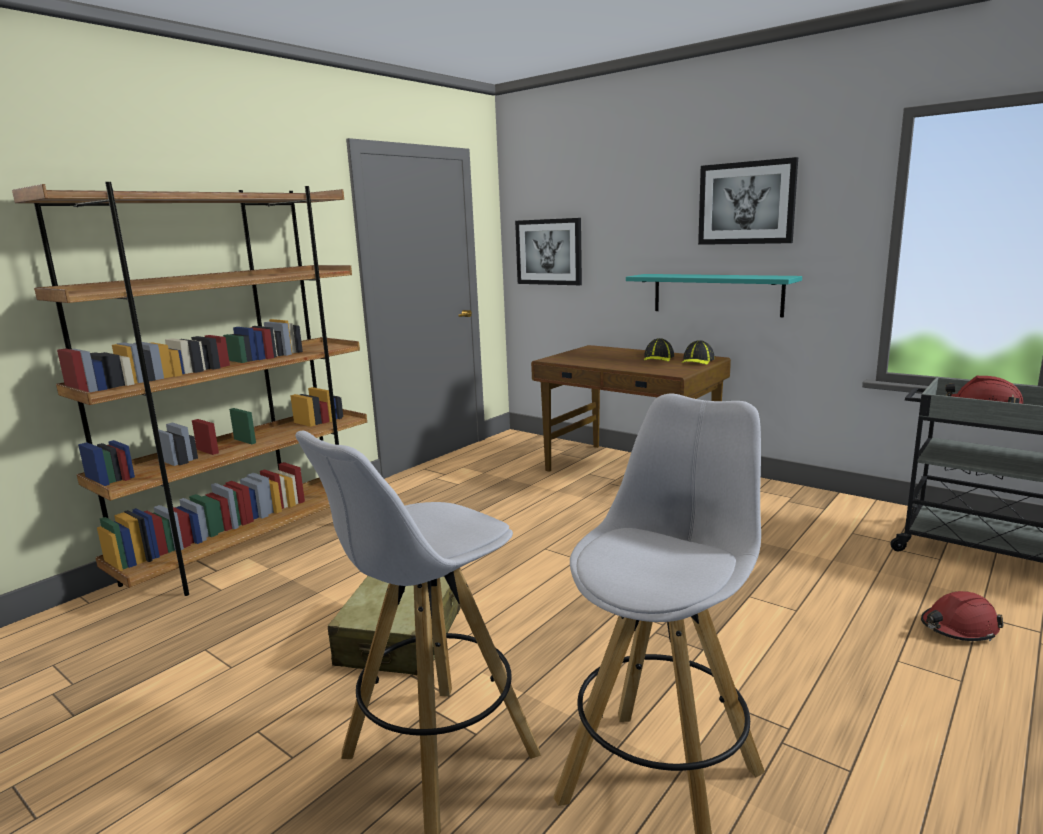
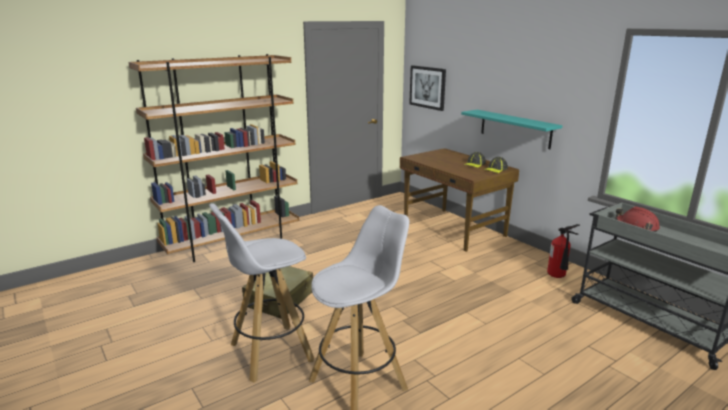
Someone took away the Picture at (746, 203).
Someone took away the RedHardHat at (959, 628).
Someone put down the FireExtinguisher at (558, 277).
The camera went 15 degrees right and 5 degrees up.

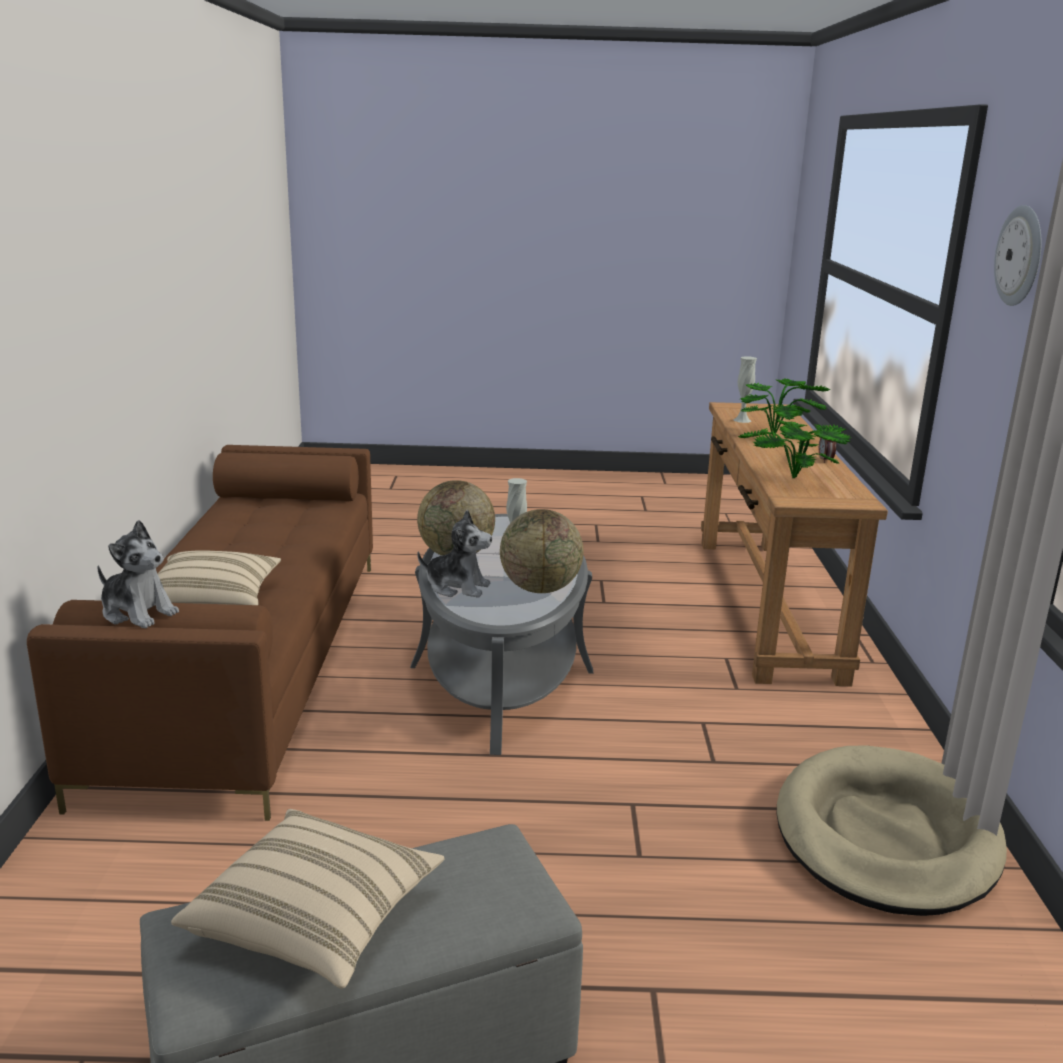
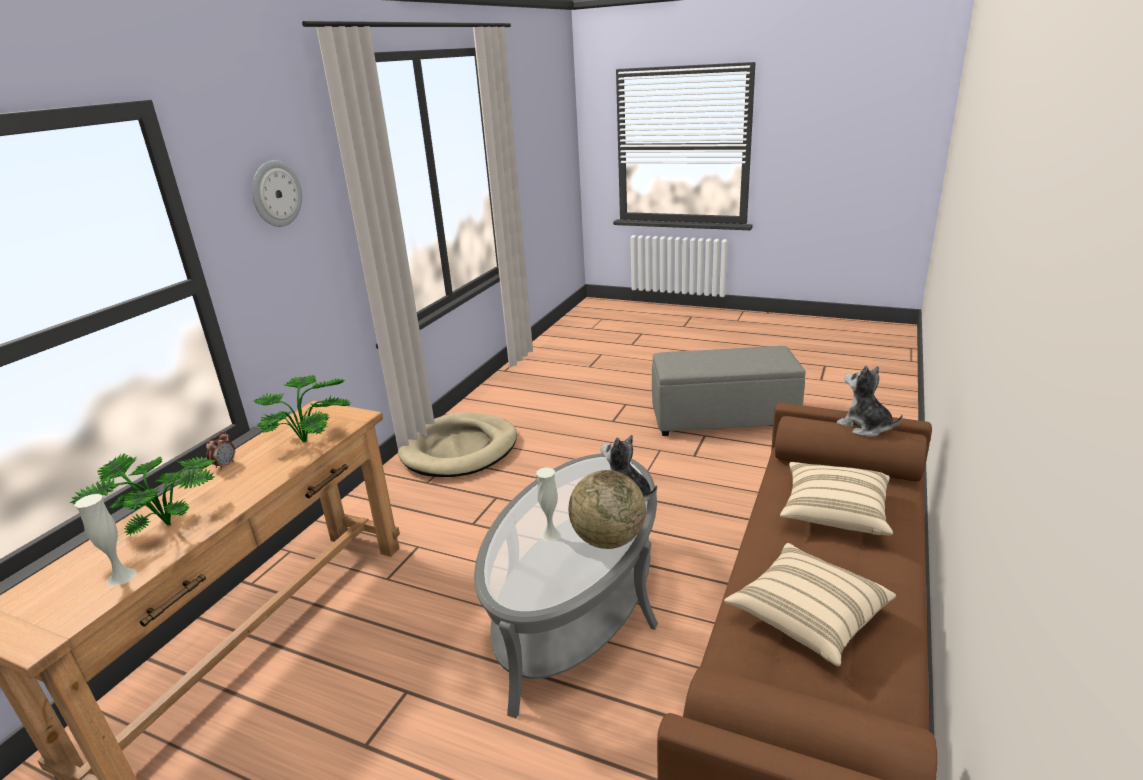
Someone carried the BeigePillow from (315, 922) to (807, 617).
Someone took away the Globe at (540, 589).
The camera went 155 degrees left and 5 degrees up.

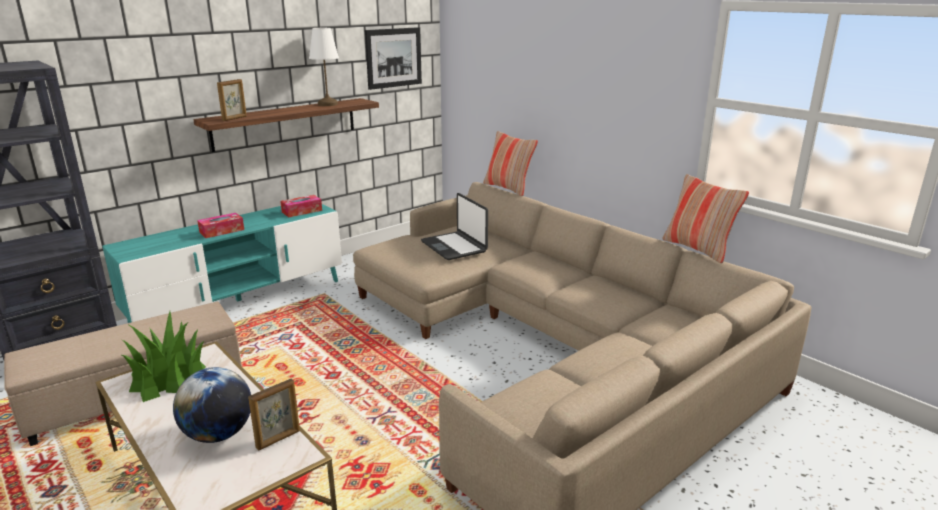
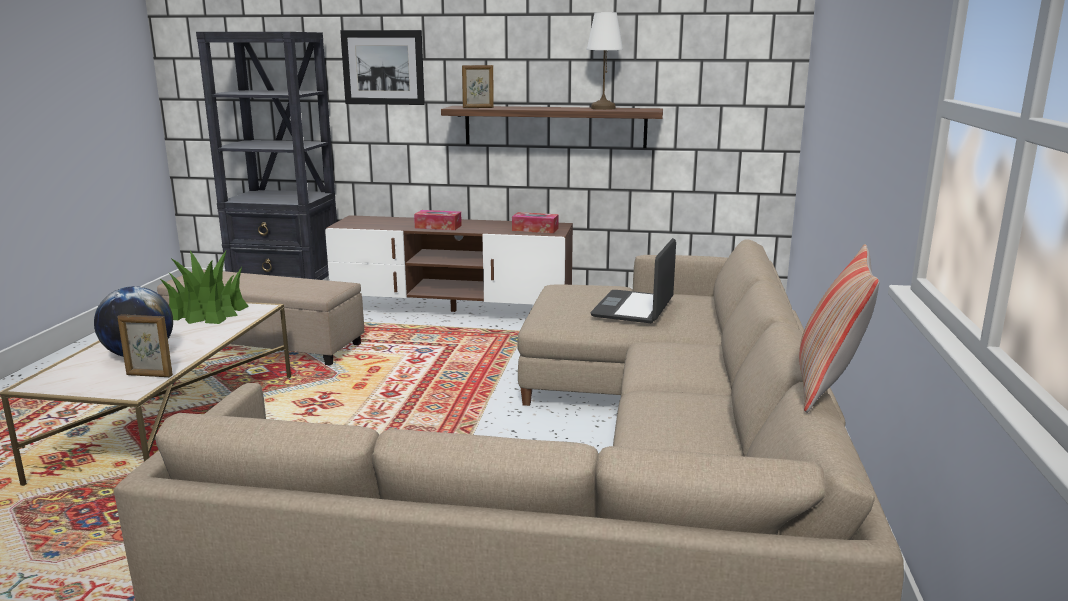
Someone repainted the TurquoiseTvStand at (239, 301), which became the BrownTvStand at (453, 311).
Someone carried the Picture from (393, 58) to (383, 67).
Someone took away the Pillow at (508, 188).
The camera went 50 degrees right and 5 degrees down.

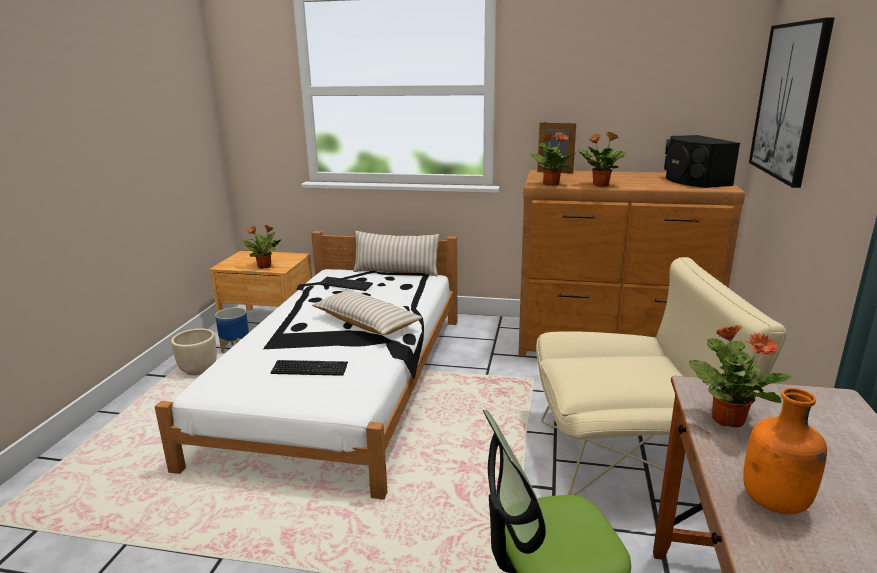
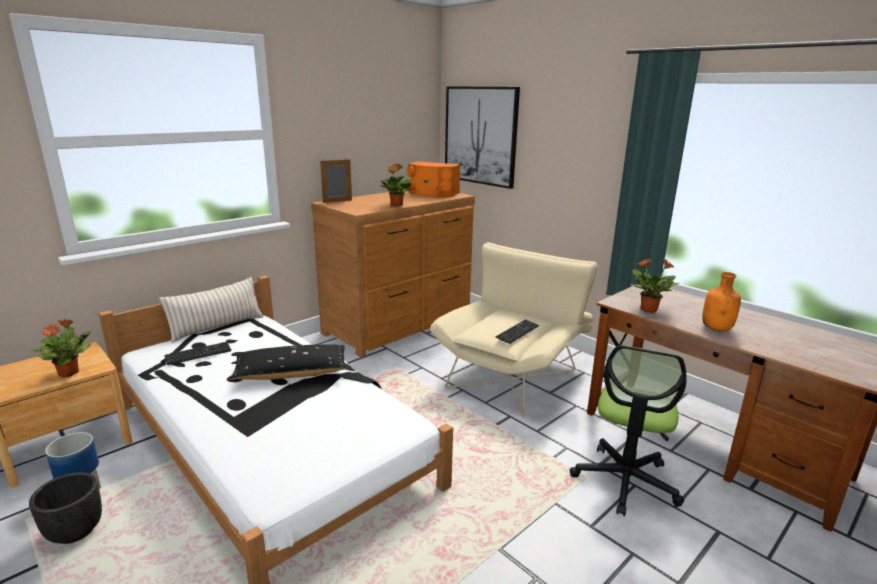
Someone repainted the BeigePlanter at (198, 370), which became the BlackPlanter at (76, 532).
Someone carried the Keyboard from (309, 369) to (517, 332).
Someone repainted the BeigePillow at (366, 323), which became the BlackPillow at (292, 372).
Someone took away the PottedPlant at (550, 184).
Someone repainted the BlackSpeaker at (693, 181), which became the OrangeSpeaker at (432, 193).
The camera went 55 degrees left and 0 degrees up.

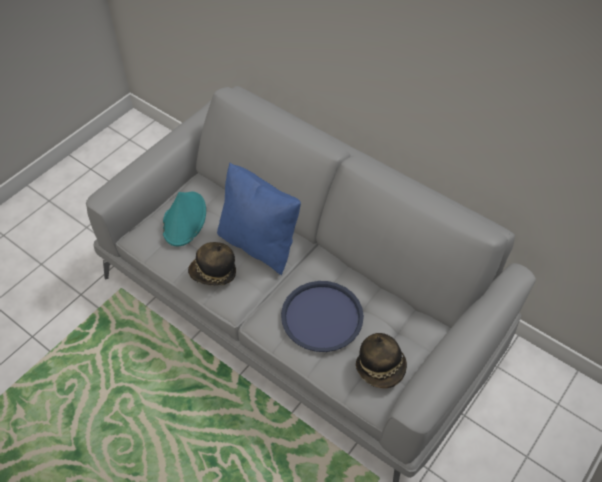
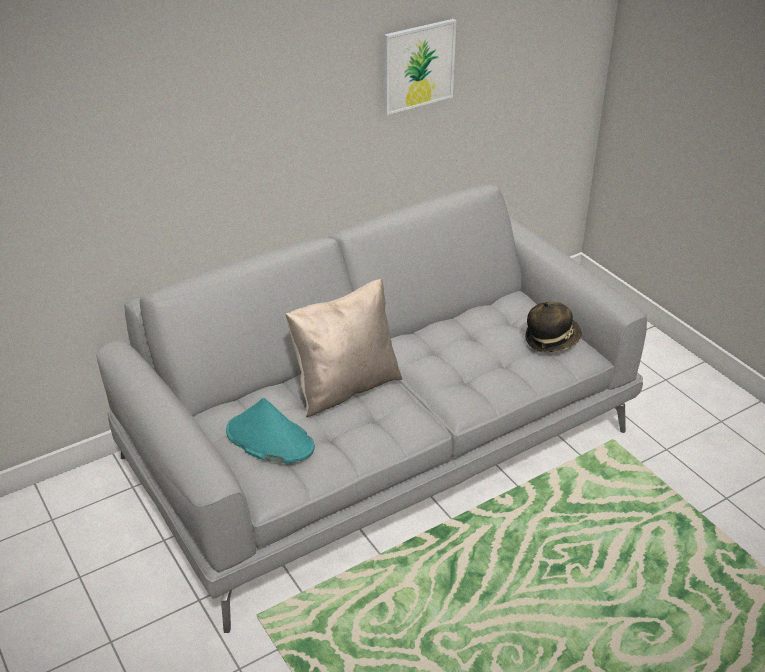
Someone took away the Hat at (213, 273).
Someone repainted the BluePillow at (259, 243), which became the BeigePillow at (345, 387).
Someone took away the BlueTray at (322, 316).
Someone put up the Picture at (418, 66).
The camera went 70 degrees left and 15 degrees down.

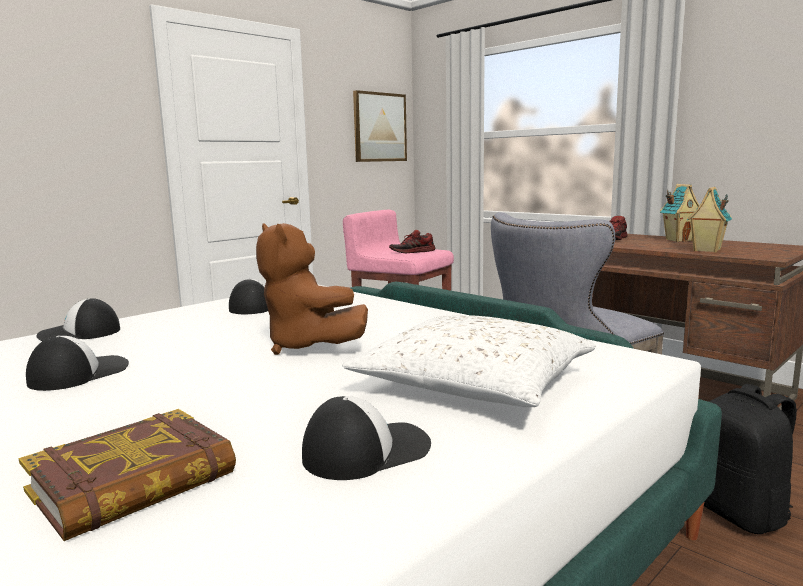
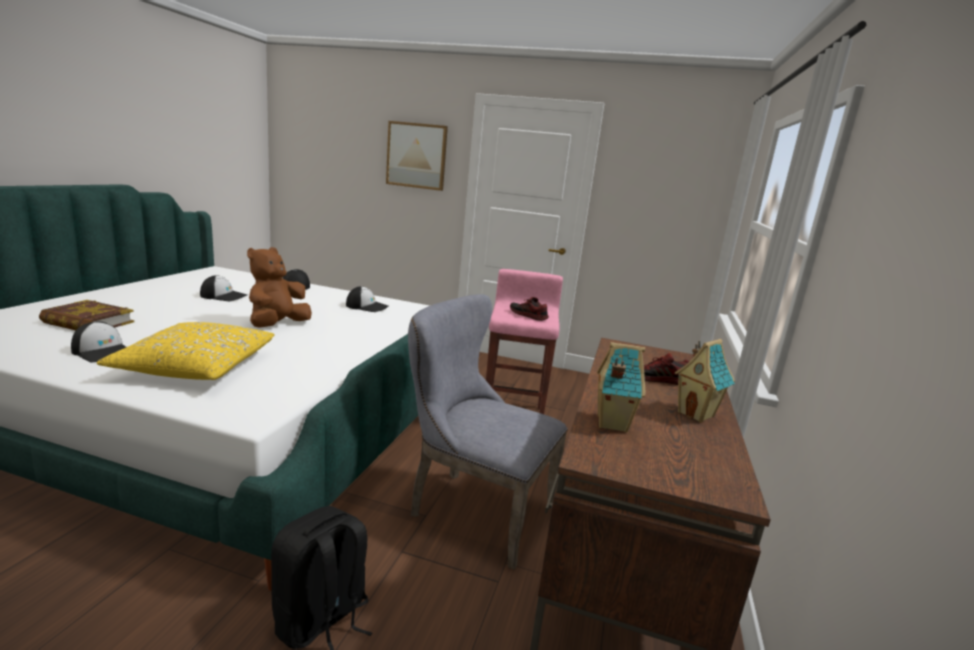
Someone repainted the WhitePillow at (472, 386), which became the YellowPillow at (196, 366).
Someone carried the Picture from (379, 127) to (416, 155).
The camera went 60 degrees right and 5 degrees up.

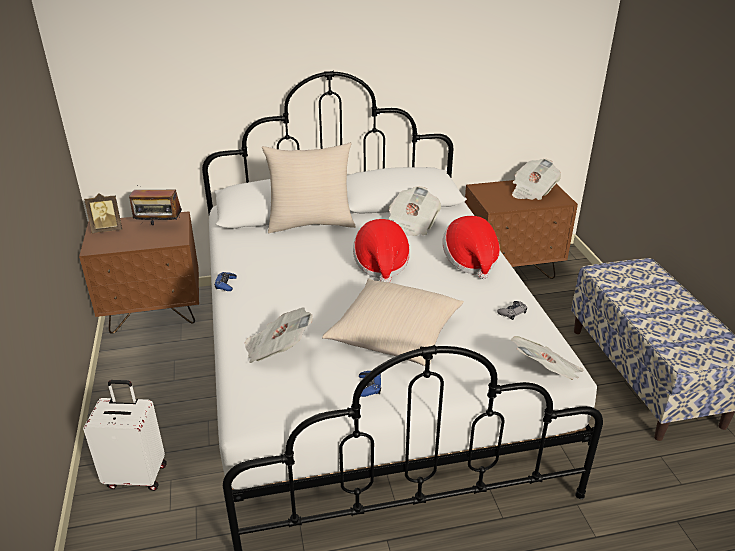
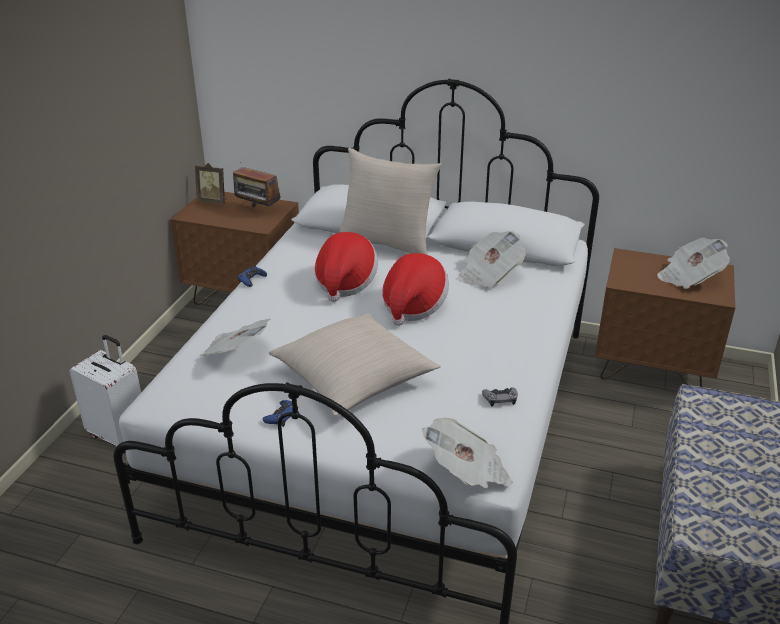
Someone carried the Hat from (470, 261) to (345, 283).
The camera went 30 degrees right and 0 degrees up.

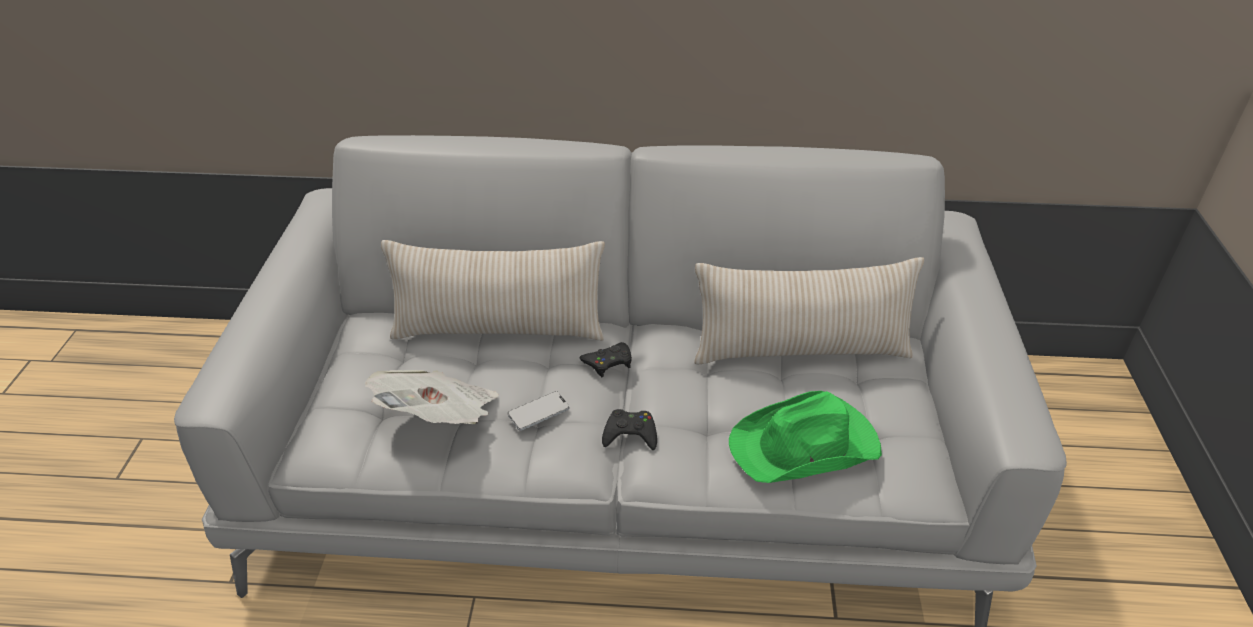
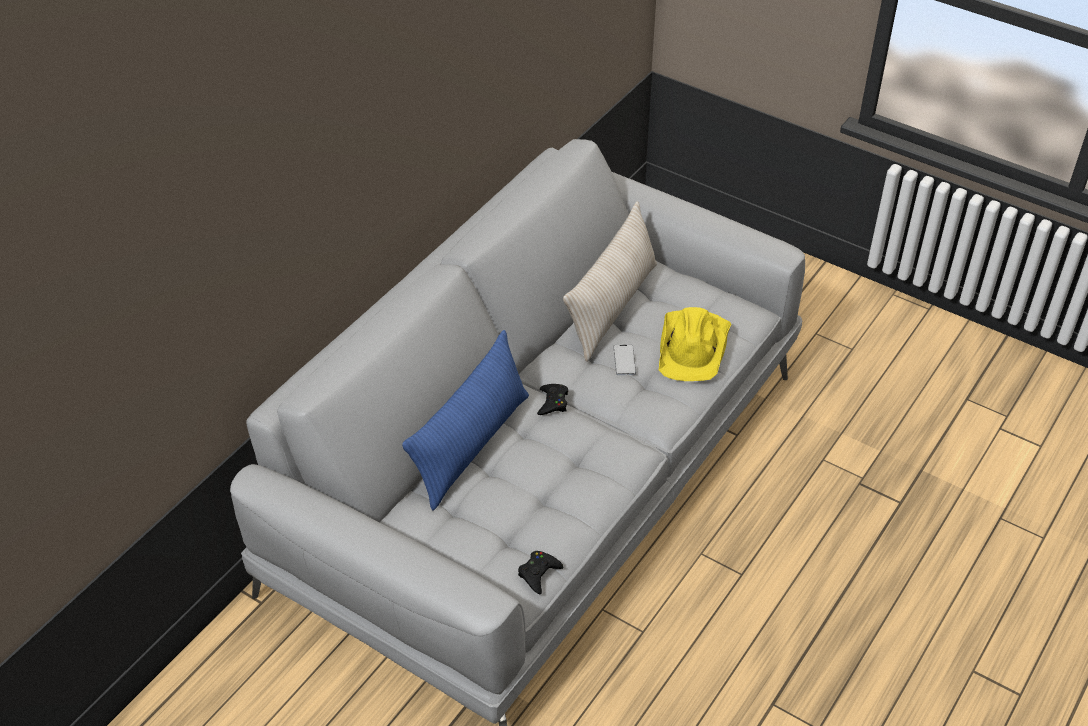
Someone took away the Newspaper at (440, 418).
Someone repainted the BeigePillow at (499, 329), which became the BluePillow at (471, 446).
Someone carried the Phone from (538, 412) to (624, 360).
Someone carried the BlackGameController from (630, 434) to (538, 574).
Someone repainted the GreenHat at (806, 446), which became the YellowHat at (693, 347).
The camera went 60 degrees left and 5 degrees up.

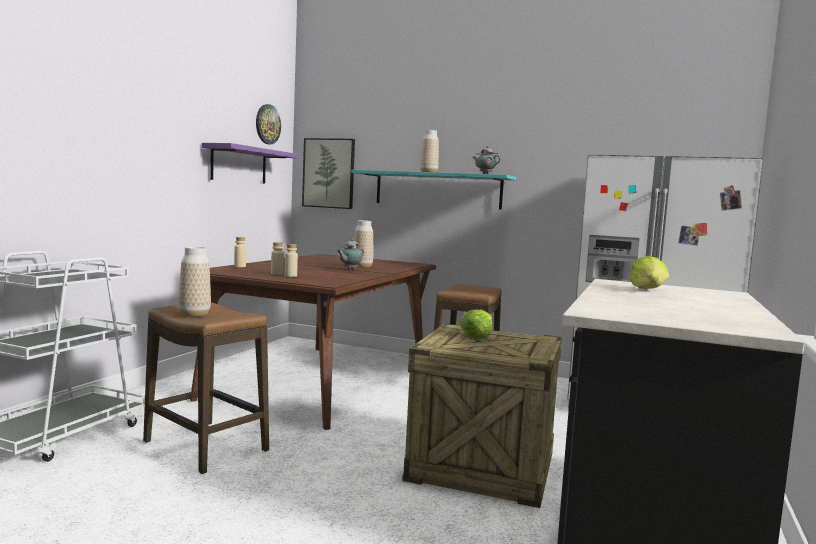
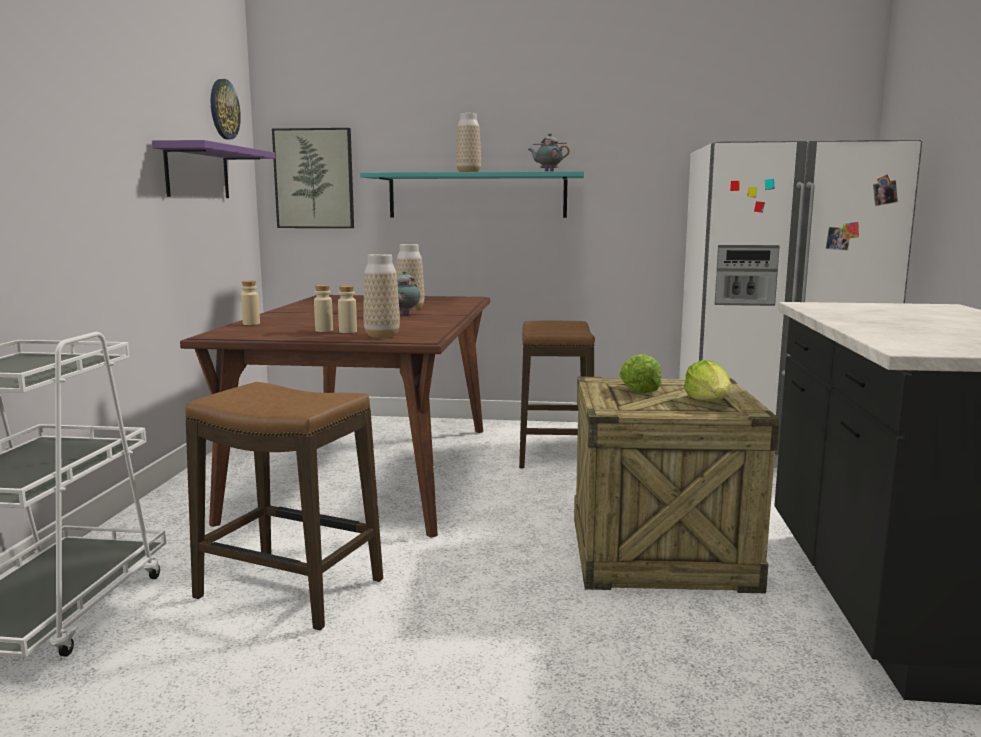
Someone carried the Vase from (194, 314) to (382, 335).
Someone carried the Lettuce from (649, 290) to (709, 402).
The camera went 15 degrees left and 5 degrees up.

